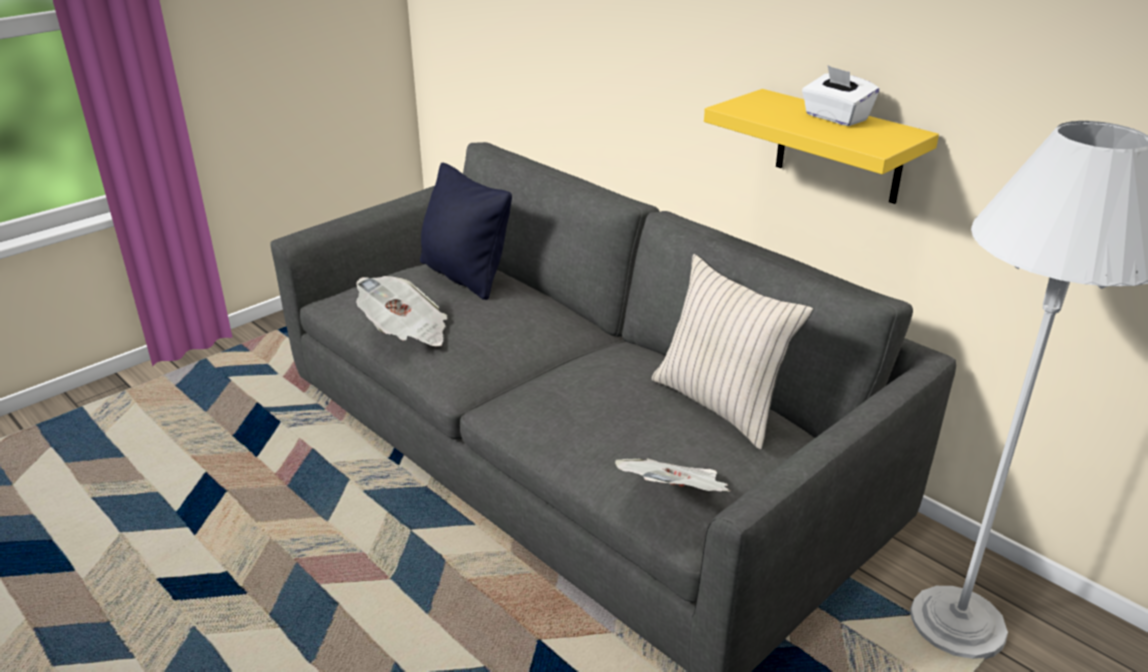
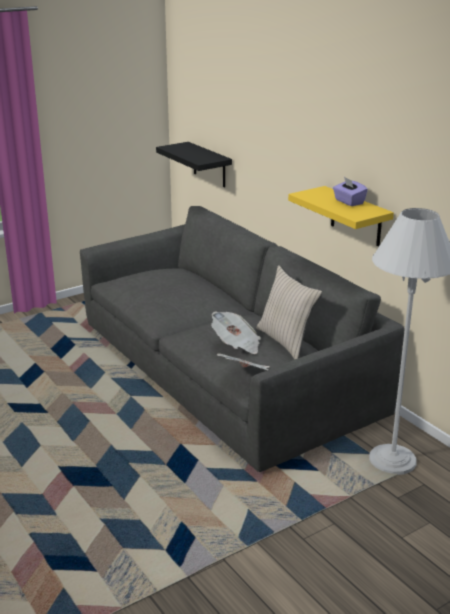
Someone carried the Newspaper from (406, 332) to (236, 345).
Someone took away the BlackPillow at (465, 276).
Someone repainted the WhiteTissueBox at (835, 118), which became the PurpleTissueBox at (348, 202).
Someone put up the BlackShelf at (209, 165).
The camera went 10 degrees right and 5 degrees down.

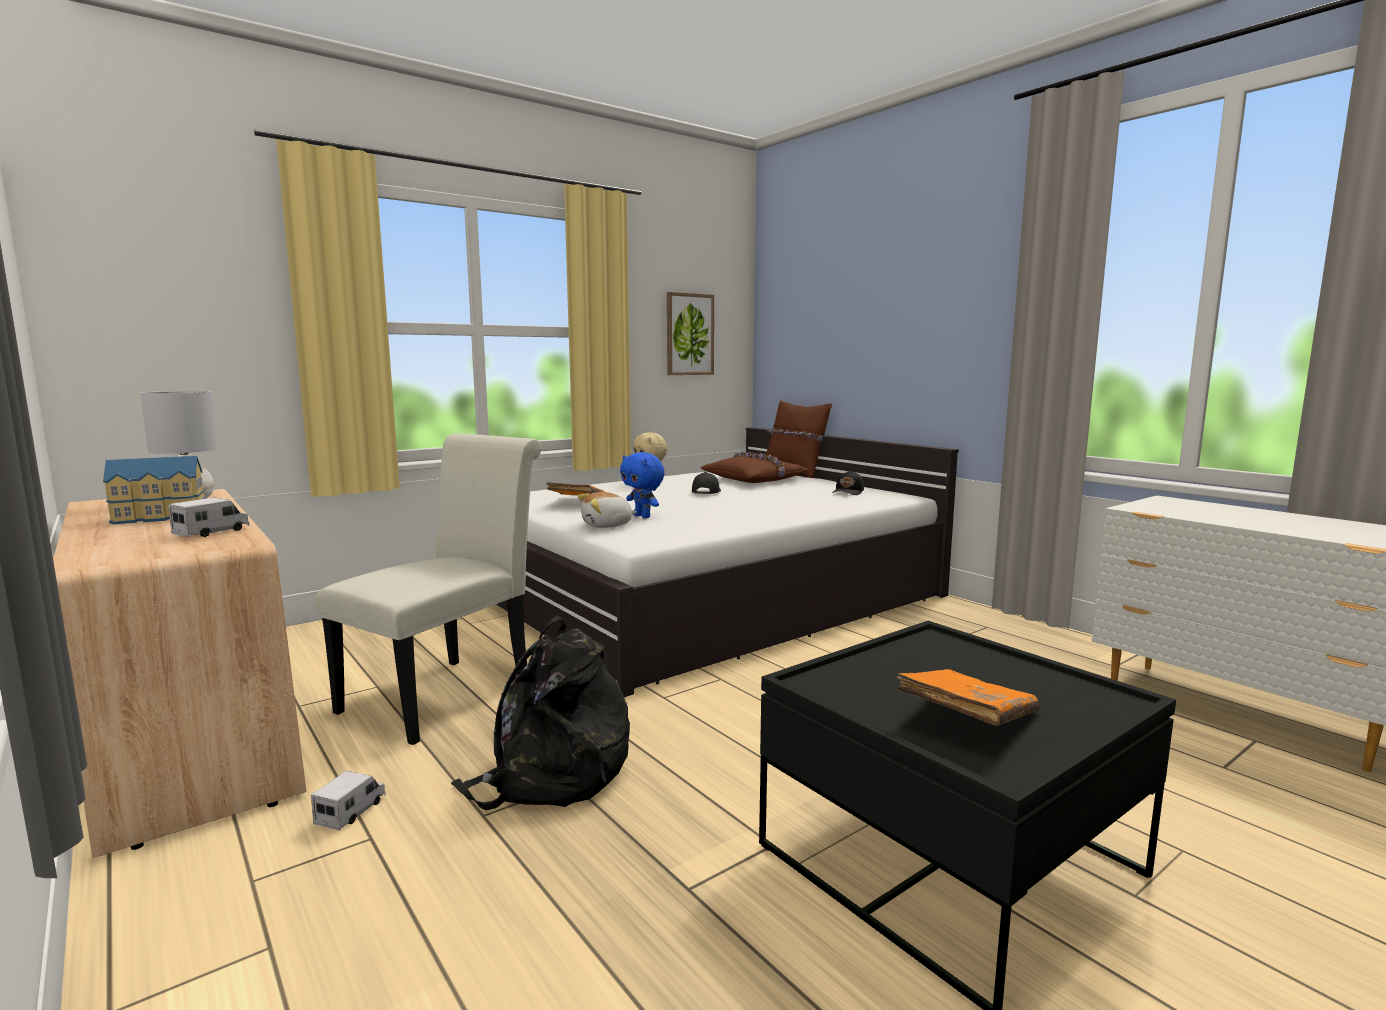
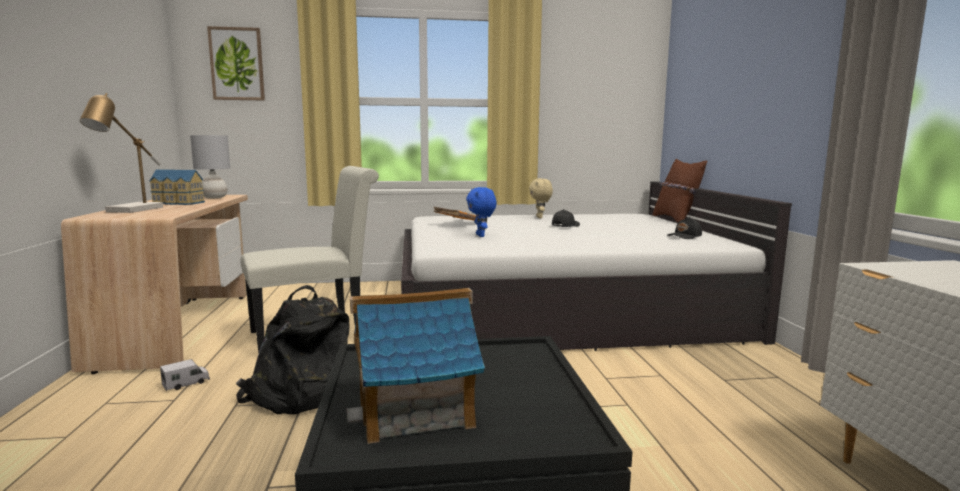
Someone took away the ToyTruck at (212, 532).
Someone took away the PlushToy at (607, 525).
Someone carried the Picture from (689, 334) to (237, 64).
Someone took away the BrownPillow at (755, 479).
Someone swapped the OrangeBook at (966, 718) for the ToyHouse at (415, 409).
Someone put down the TableLamp at (131, 210).
The camera went 30 degrees right and 0 degrees up.

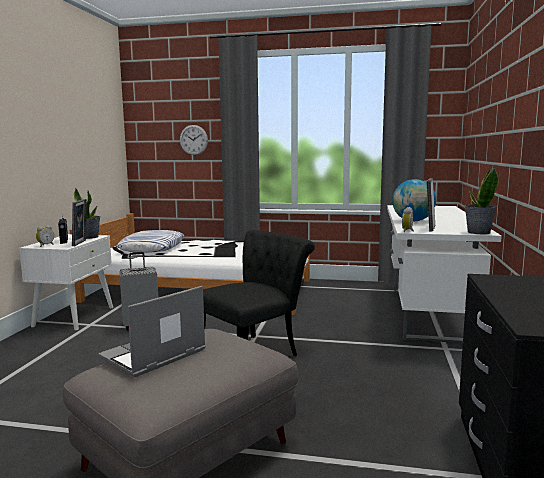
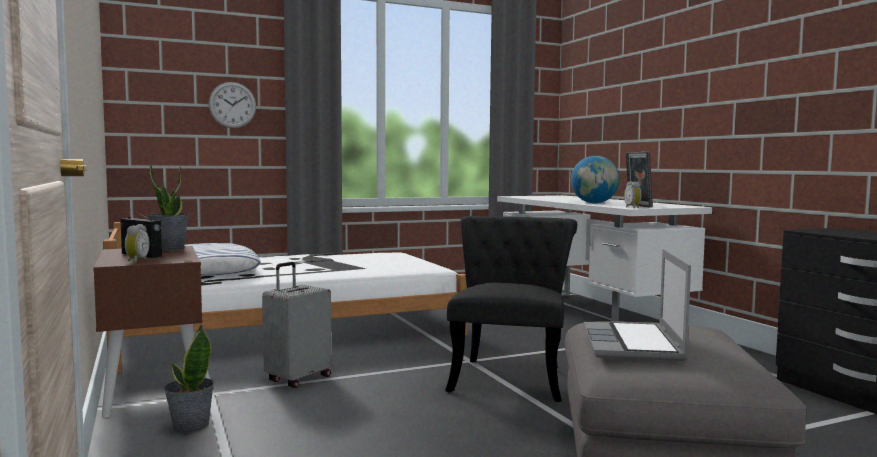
Someone repainted the WhiteNightstand at (74, 316), which became the BrownNightstand at (153, 390).
Someone took away the PictureFrame at (81, 243).
Someone carried the PottedPlant from (478, 232) to (190, 426).
The camera went 35 degrees left and 5 degrees down.

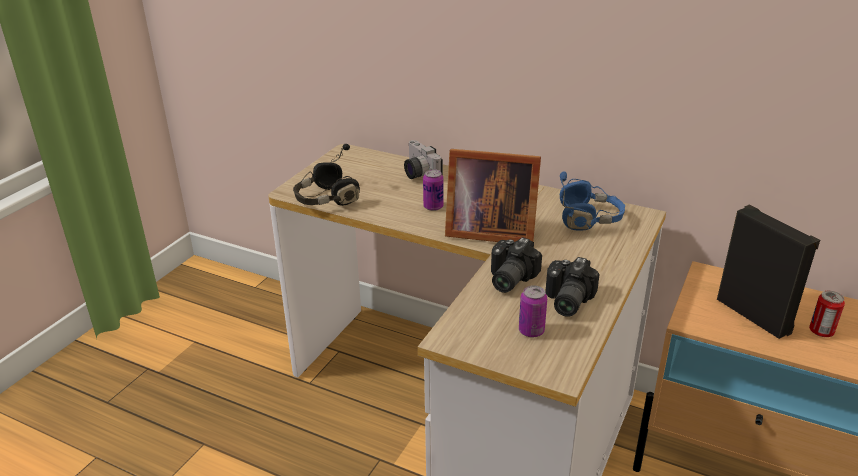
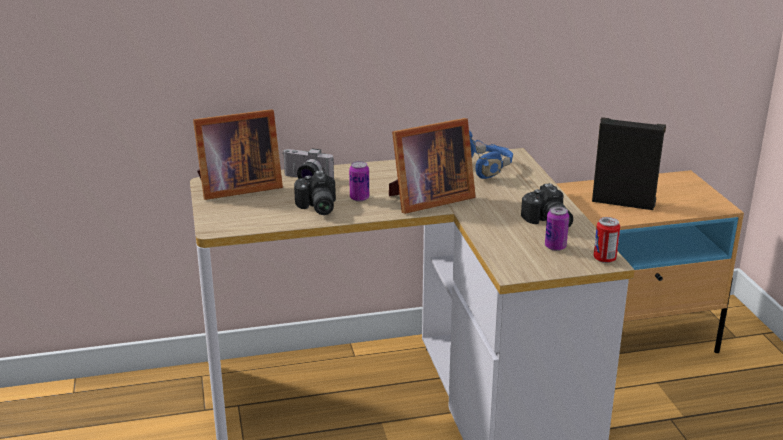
Someone took away the BlackHeadphones at (326, 199).
Someone carried the PhotoCamera from (507, 279) to (316, 207).
Someone carried the Can from (821, 332) to (604, 259).
Someone put down the PictureFrame at (236, 187).
The camera went 40 degrees left and 5 degrees down.

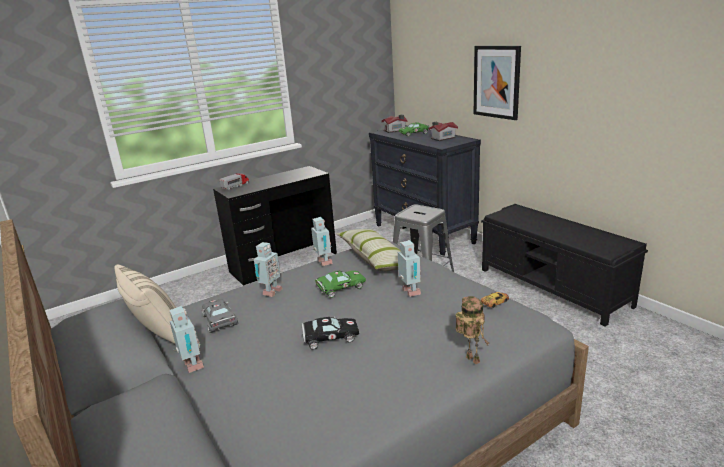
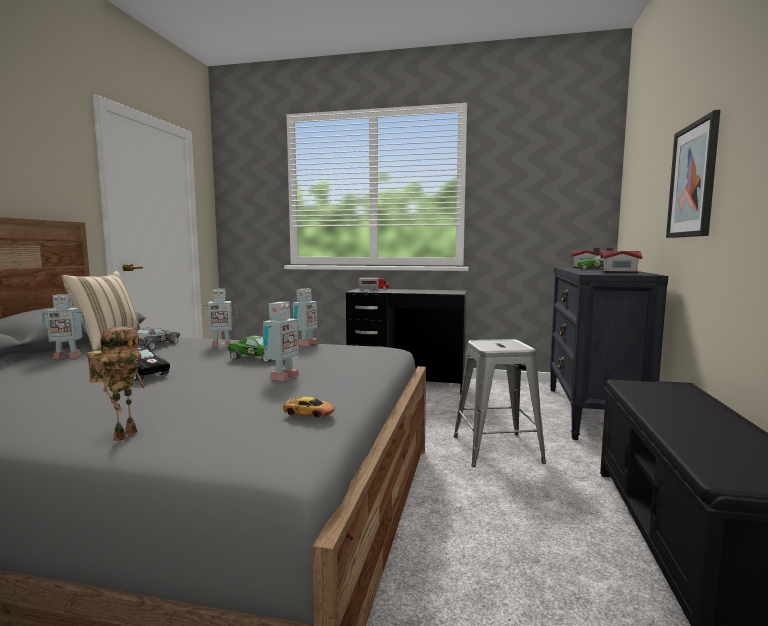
Someone rotated the ToyRobot at (191, 366) by 60 degrees clockwise.
Someone took away the Pillow at (376, 259).
The camera went 45 degrees right and 15 degrees down.

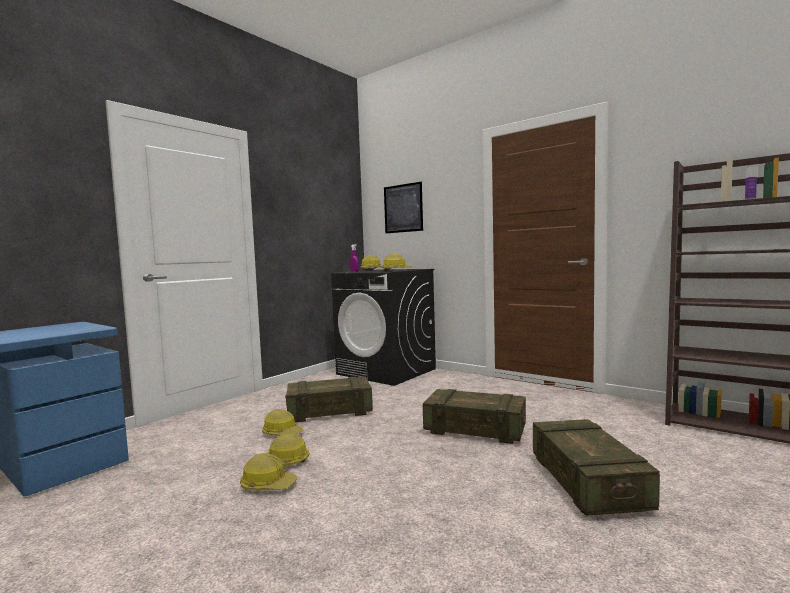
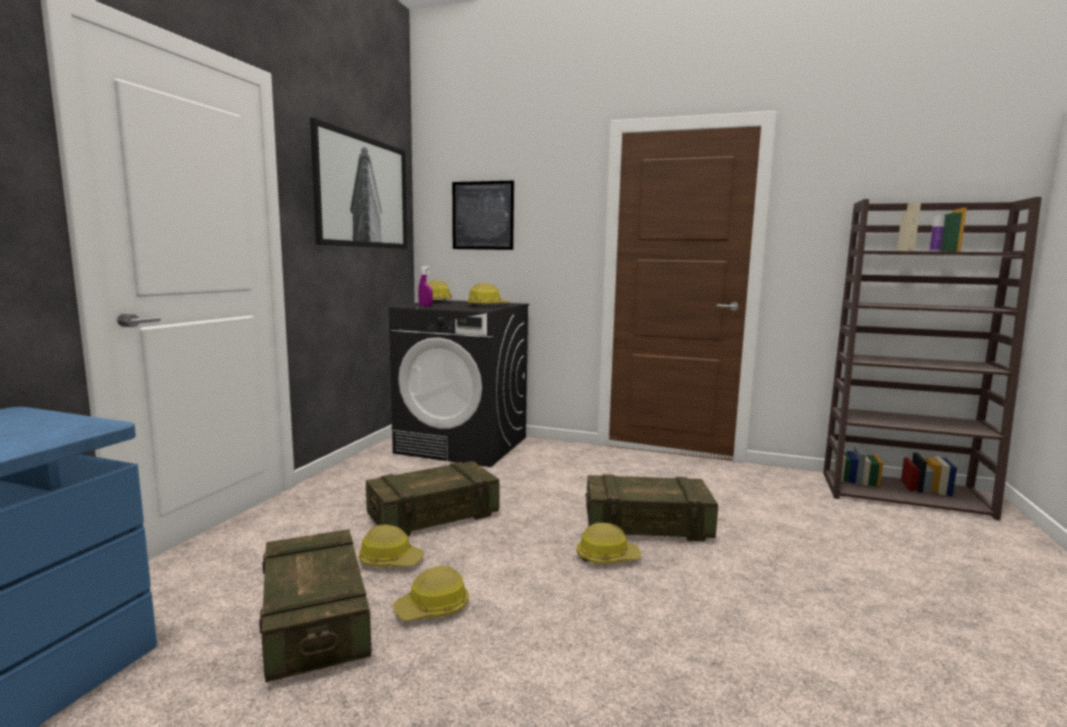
Someone carried the HardHat from (268, 485) to (607, 557).
Someone carried the Crate from (587, 483) to (314, 623).
Someone put up the Picture at (362, 192).
The camera went 20 degrees left and 5 degrees up.

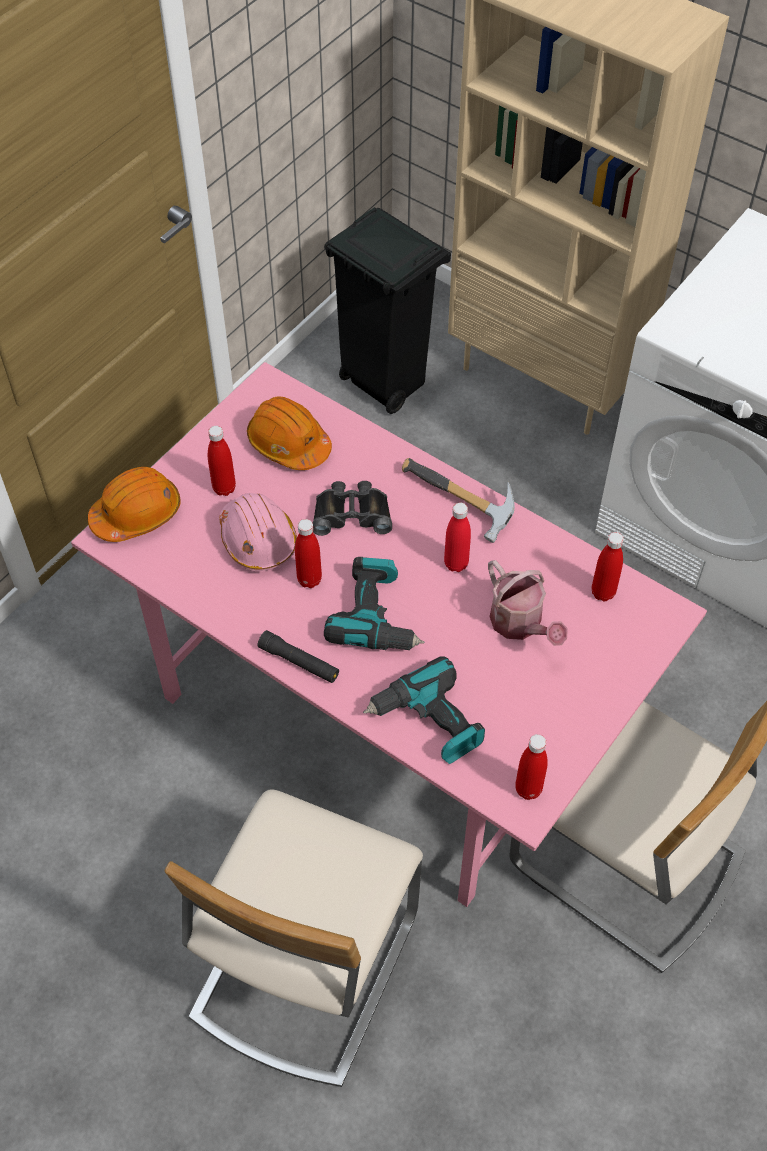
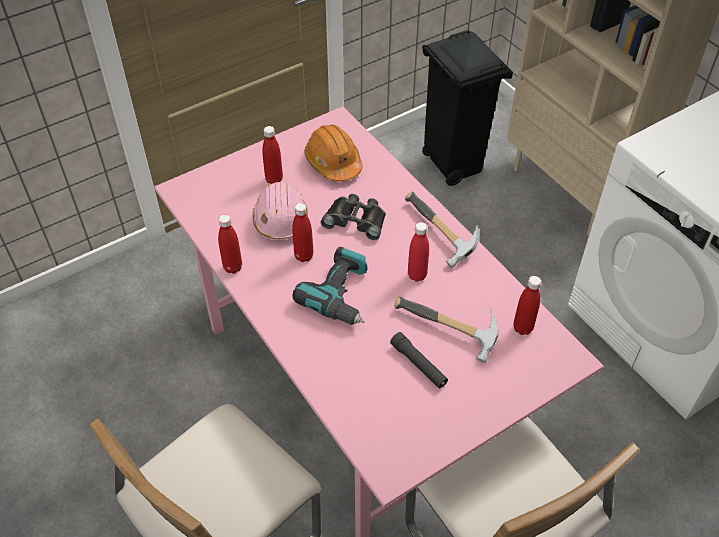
Someone took away the OrangeHardHat at (137, 514).
Someone carried the BlackFlashlight from (299, 662) to (418, 364).
Someone took away the PowerDrill at (428, 722).
Someone swapped the WateringCan at (520, 624) for the Hammer at (447, 332).
Someone carried the RedBottle from (528, 789) to (233, 267).
The camera went 20 degrees right and 5 degrees down.

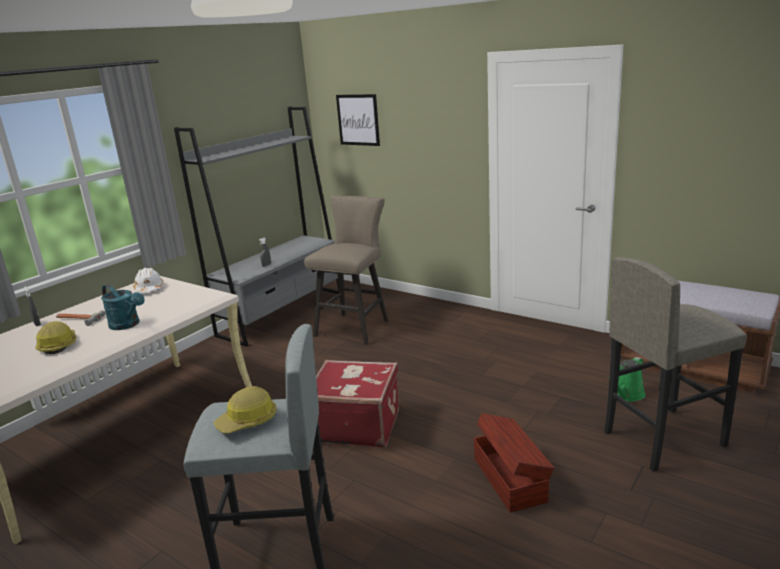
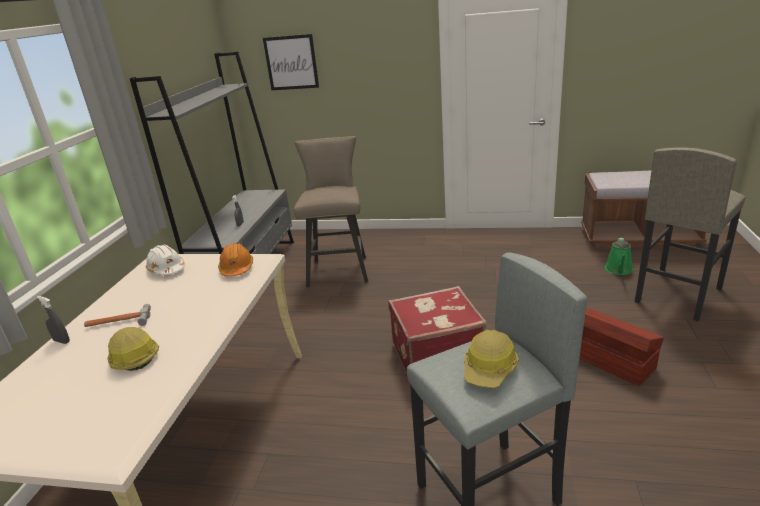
Someone took away the TurquoiseWateringCan at (128, 325).
Someone put down the OrangeHardHat at (237, 269).
The camera went 25 degrees left and 5 degrees up.

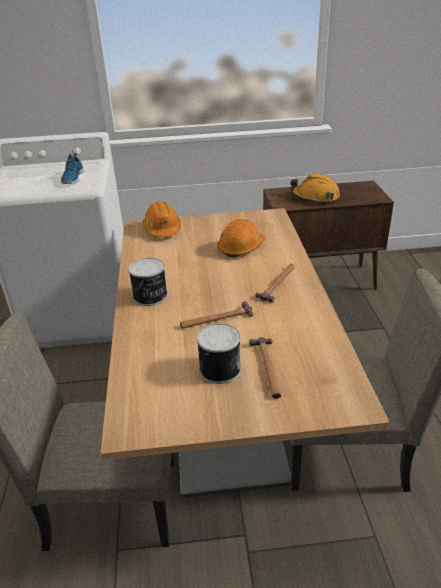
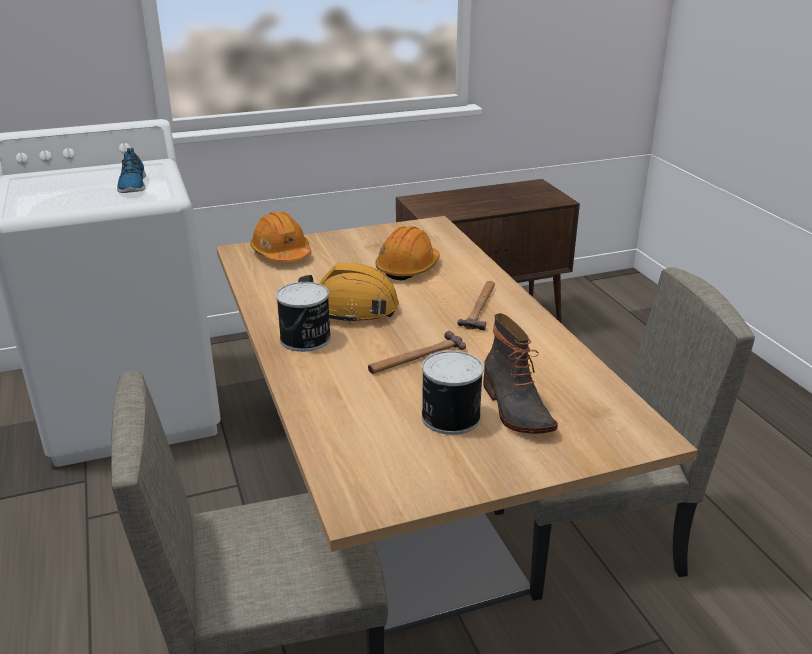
Someone swapped the Hammer at (267, 368) for the Boot at (514, 408).
Someone carried the OrangeHardHat from (315, 197) to (351, 308).
The camera went 15 degrees left and 5 degrees down.

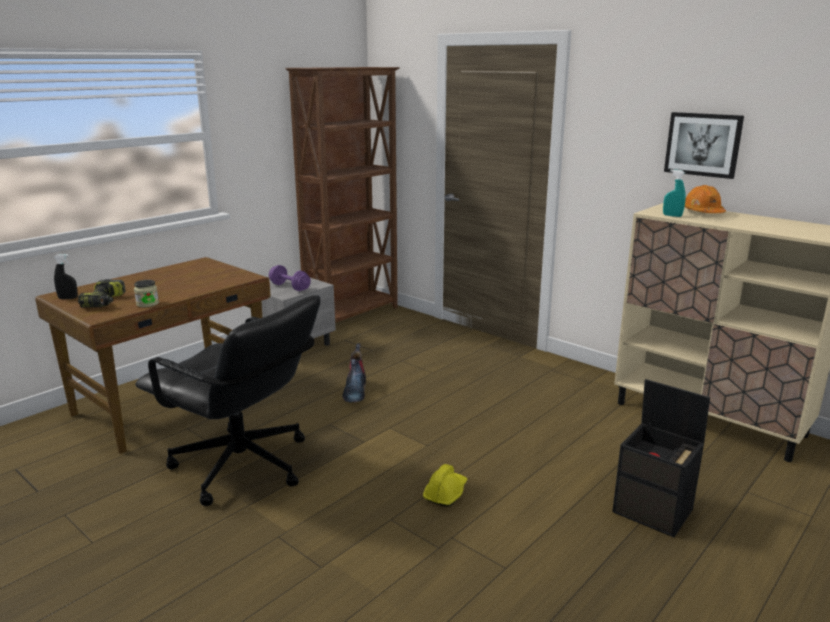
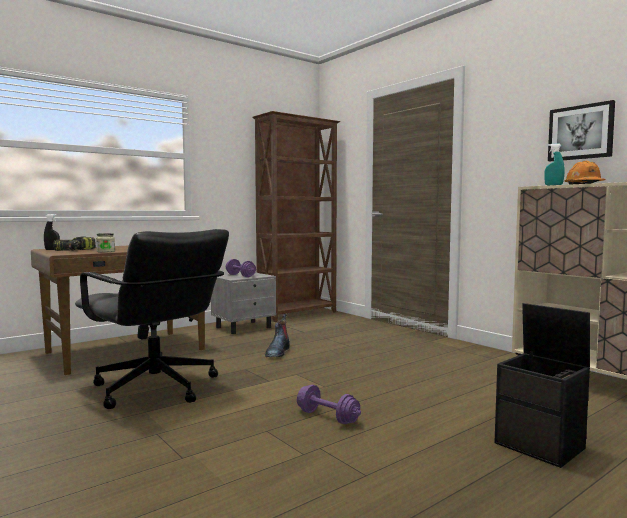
Someone swapped the YellowHardHat at (445, 493) for the PurpleDumbbell at (327, 417).
The camera went 10 degrees right and 15 degrees down.

